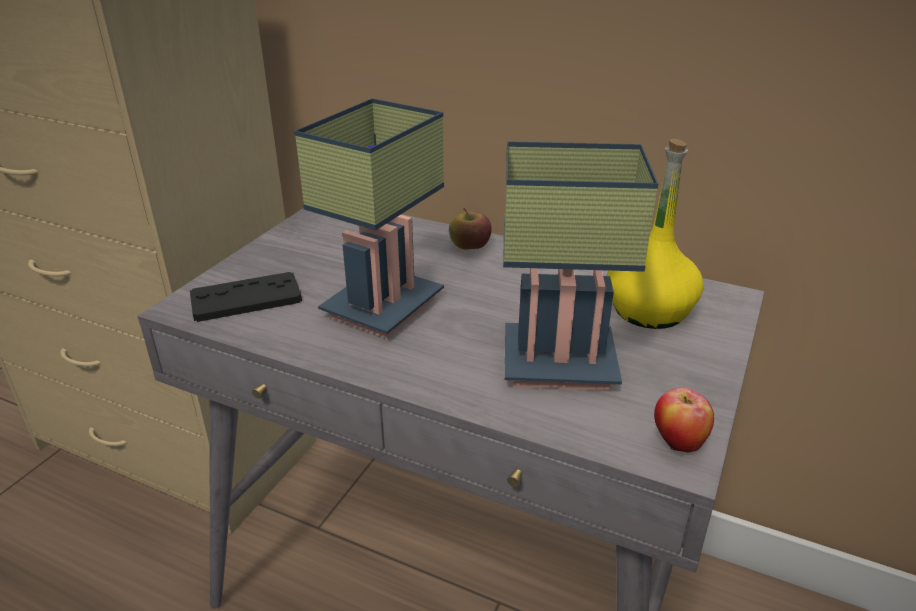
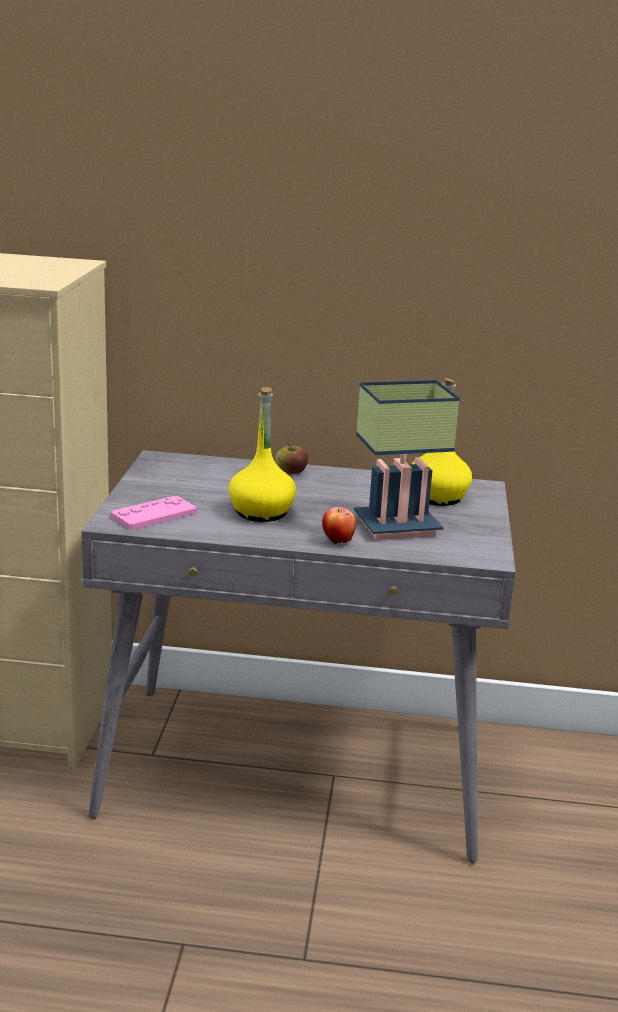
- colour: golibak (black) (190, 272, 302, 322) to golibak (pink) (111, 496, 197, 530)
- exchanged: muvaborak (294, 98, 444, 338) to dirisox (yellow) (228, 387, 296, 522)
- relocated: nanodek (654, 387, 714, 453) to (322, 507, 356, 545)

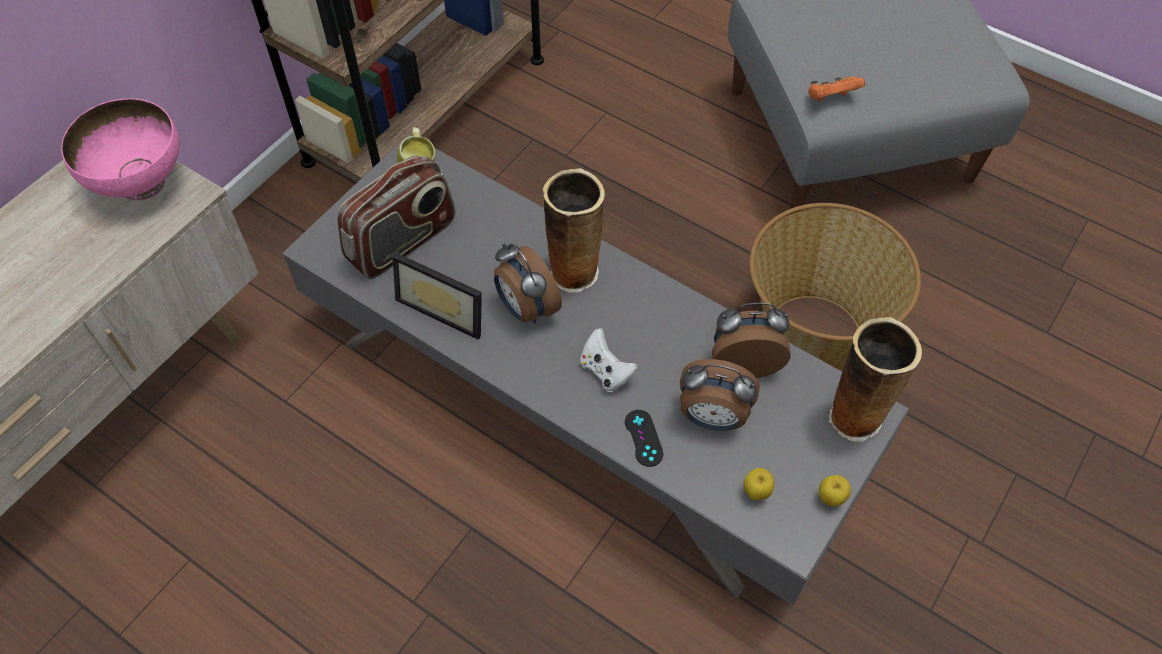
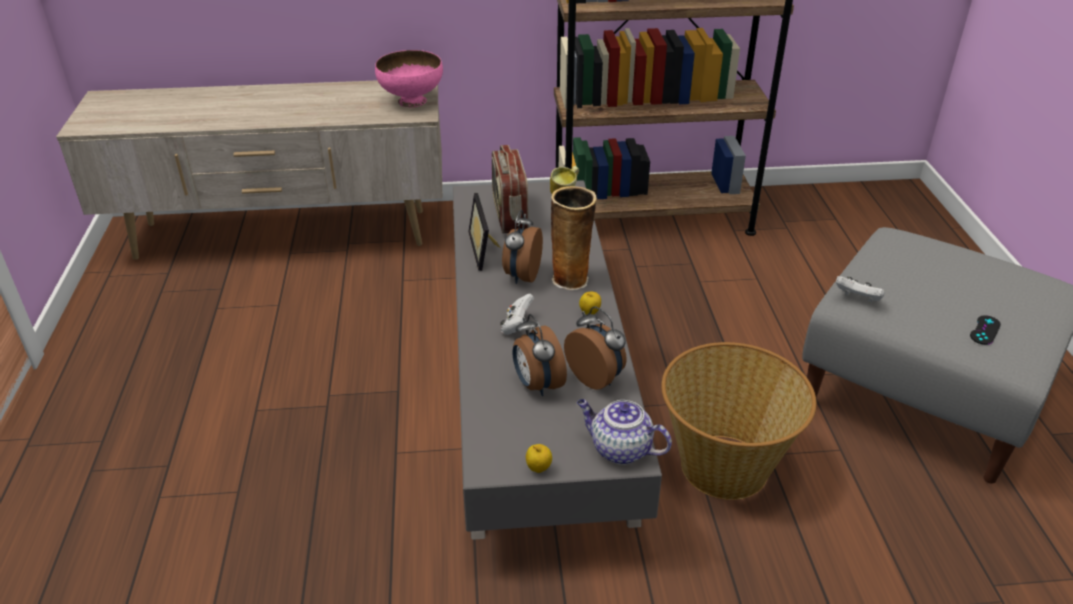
- spun: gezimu (337, 155, 455, 279) = (492, 145, 529, 234) 75 degrees clockwise
- relocated: golibak (black) (625, 410, 664, 467) to (970, 315, 1001, 345)
- relocated: nanodek (743, 468, 774, 500) to (579, 292, 601, 315)
- colour: golibak (orange) (808, 76, 865, 101) to golibak (white) (836, 276, 885, 303)
- exchanged: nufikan (828, 317, 922, 442) to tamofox (577, 399, 672, 465)

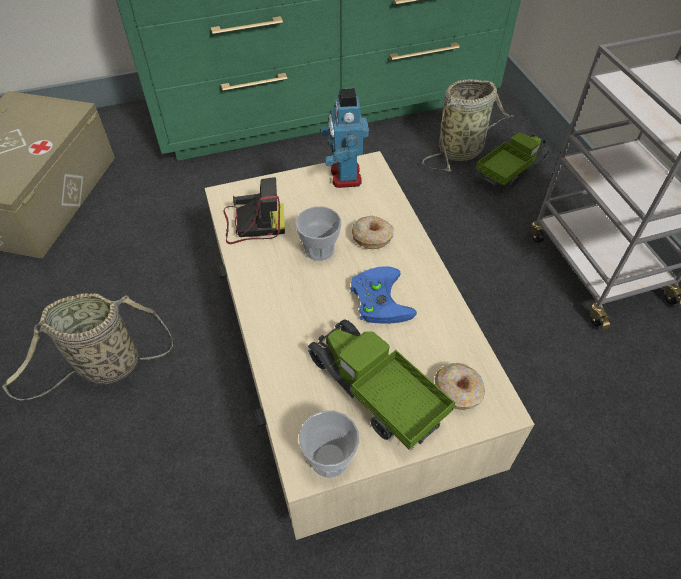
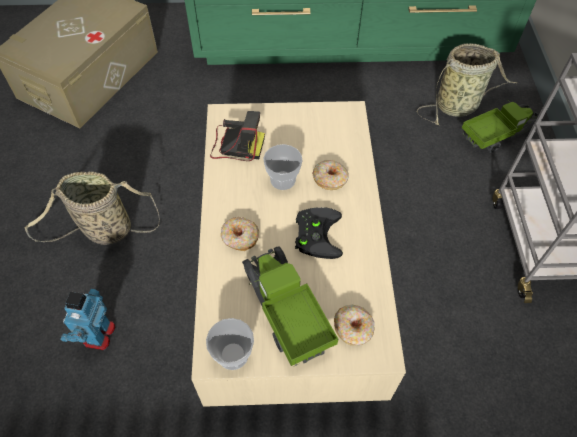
- relocated: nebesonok (321, 88, 369, 188) to (60, 289, 115, 350)
- colour: golibak (blue) (350, 266, 417, 324) to golibak (black) (295, 207, 343, 259)
- appeared: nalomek (221, 217, 259, 251)

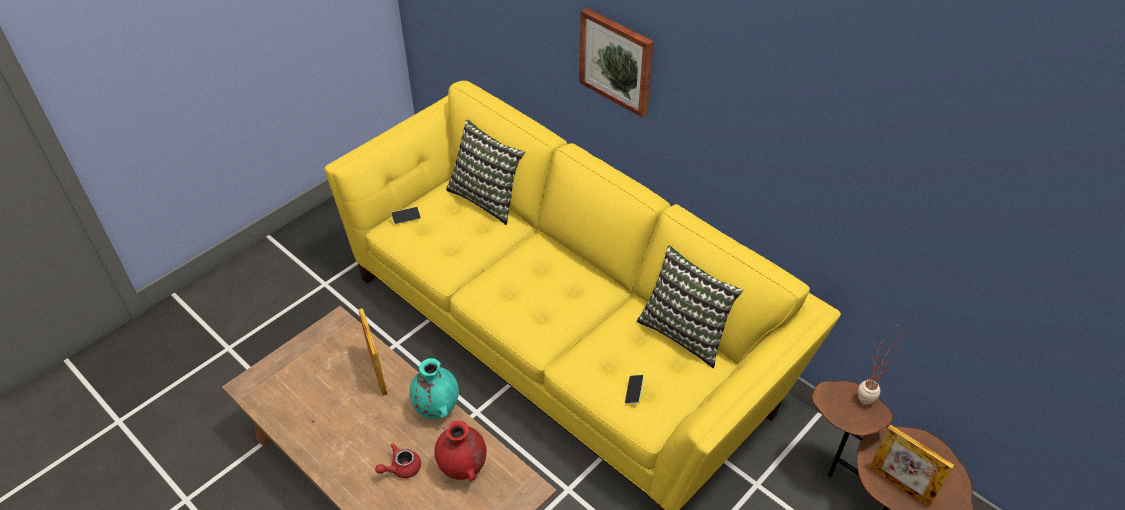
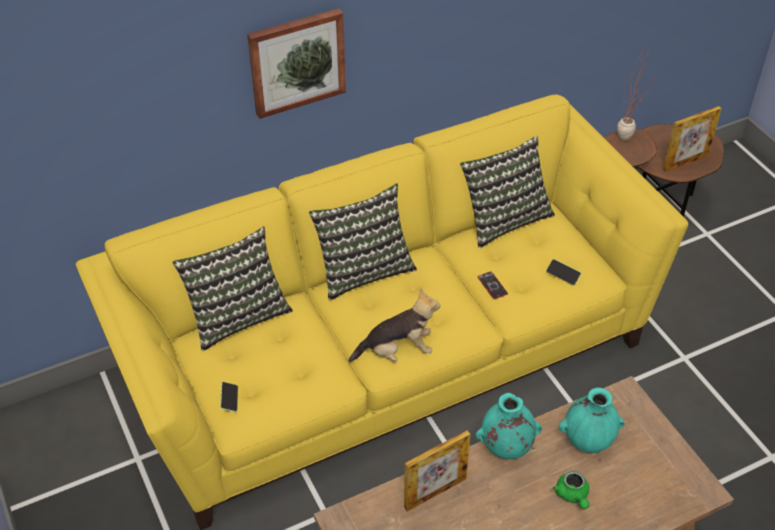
- spun: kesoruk (358, 308, 387, 396) = (404, 430, 471, 511) 150 degrees clockwise
- colour: tamofox (red) (375, 444, 421, 478) to tamofox (green) (553, 471, 589, 509)
- colour: nufikan (red) (434, 420, 487, 481) to nufikan (turquoise) (559, 388, 625, 453)
- appeared: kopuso (309, 183, 417, 300)
- appeared: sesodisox (348, 288, 441, 362)
- appeared: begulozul (478, 271, 508, 299)

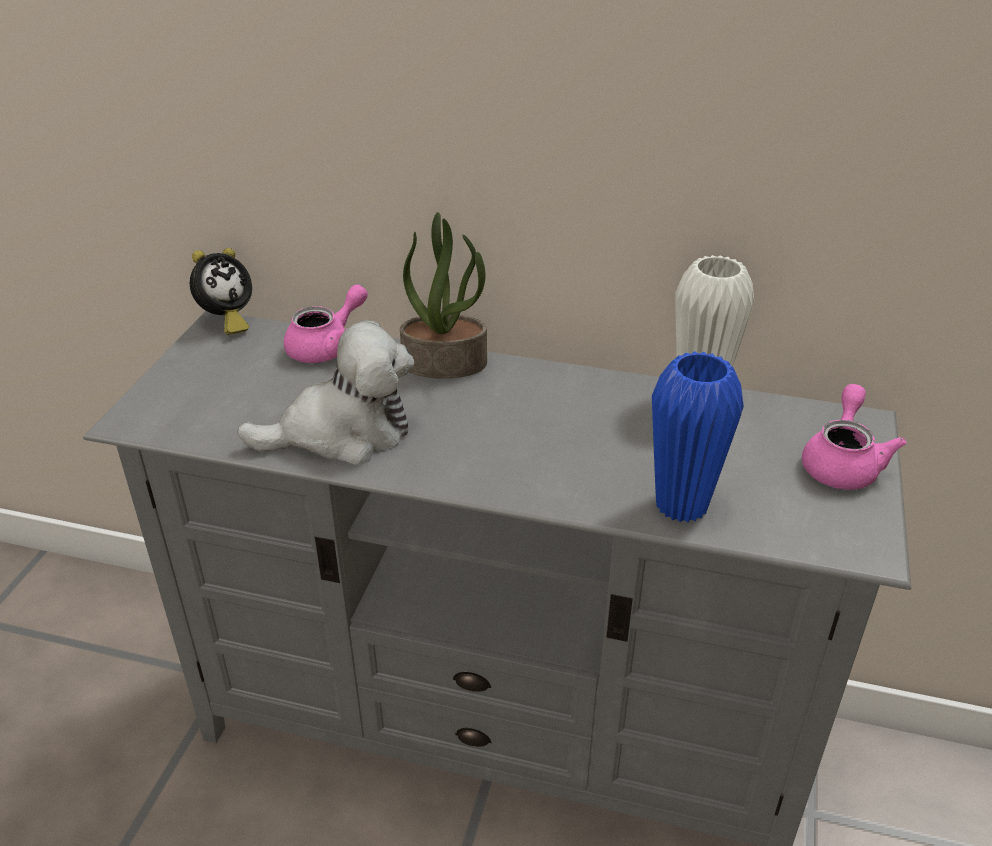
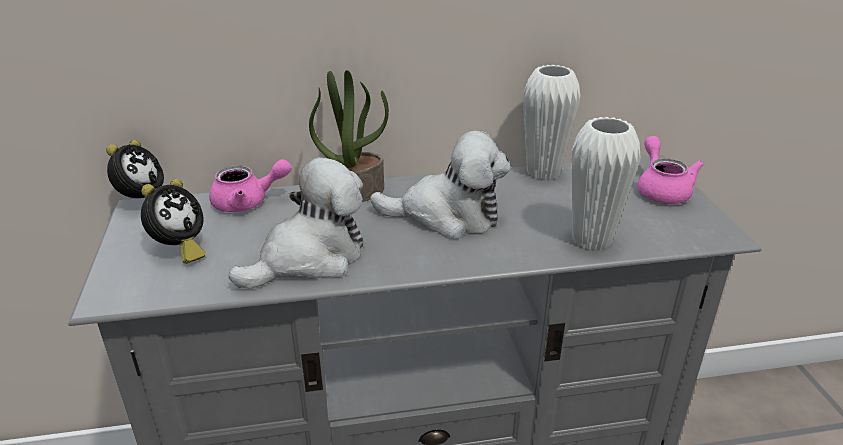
- spun: tamofox (pink) (284, 284, 368, 363) = (209, 159, 292, 212) 60 degrees clockwise
- colour: nufikan (blue) (652, 351, 744, 522) to nufikan (white) (571, 117, 641, 251)
- appeared: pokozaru (141, 179, 206, 264)
- appeared: sesodisox (370, 130, 511, 239)

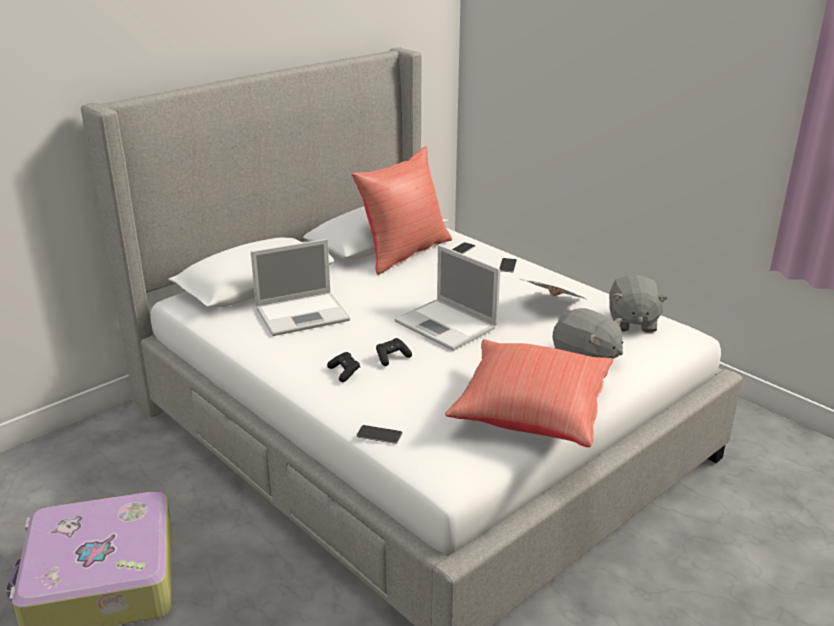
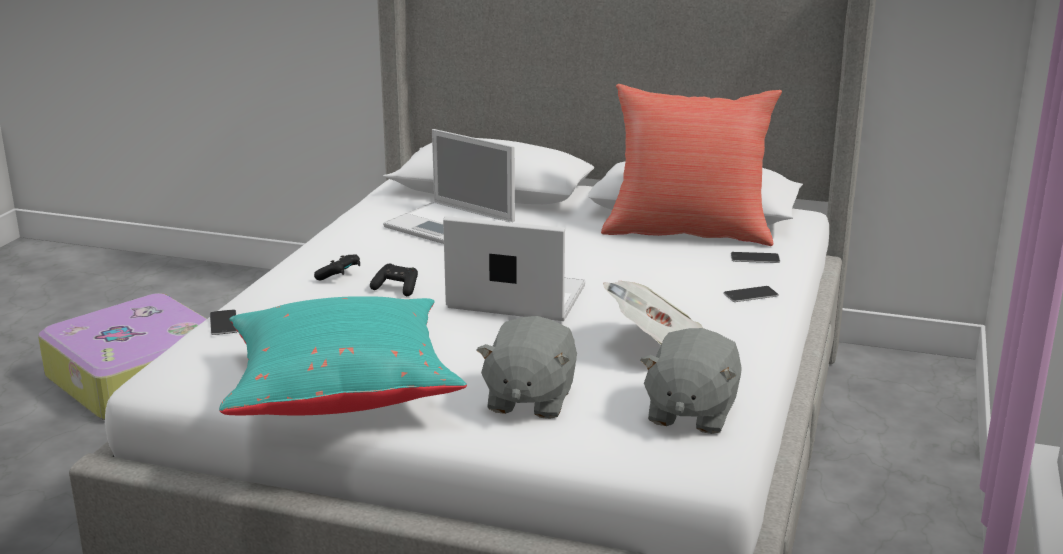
- spun: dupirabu (394, 245, 500, 351) = (443, 216, 585, 321) 90 degrees clockwise
- colour: kopuso (red) (445, 339, 613, 447) to kopuso (turquoise) (219, 296, 467, 415)
- spun: sesodisox (grey) (609, 275, 668, 333) = (640, 328, 742, 434) 45 degrees counterclockwise

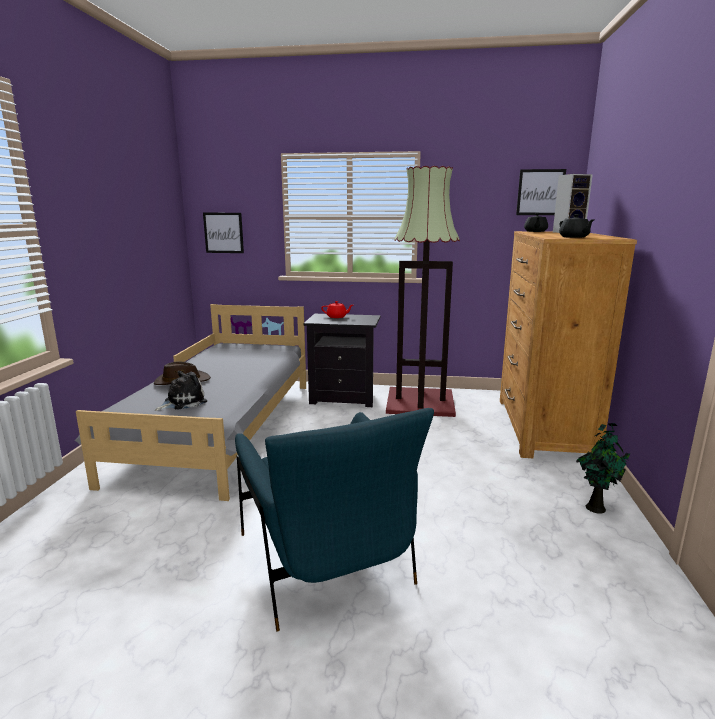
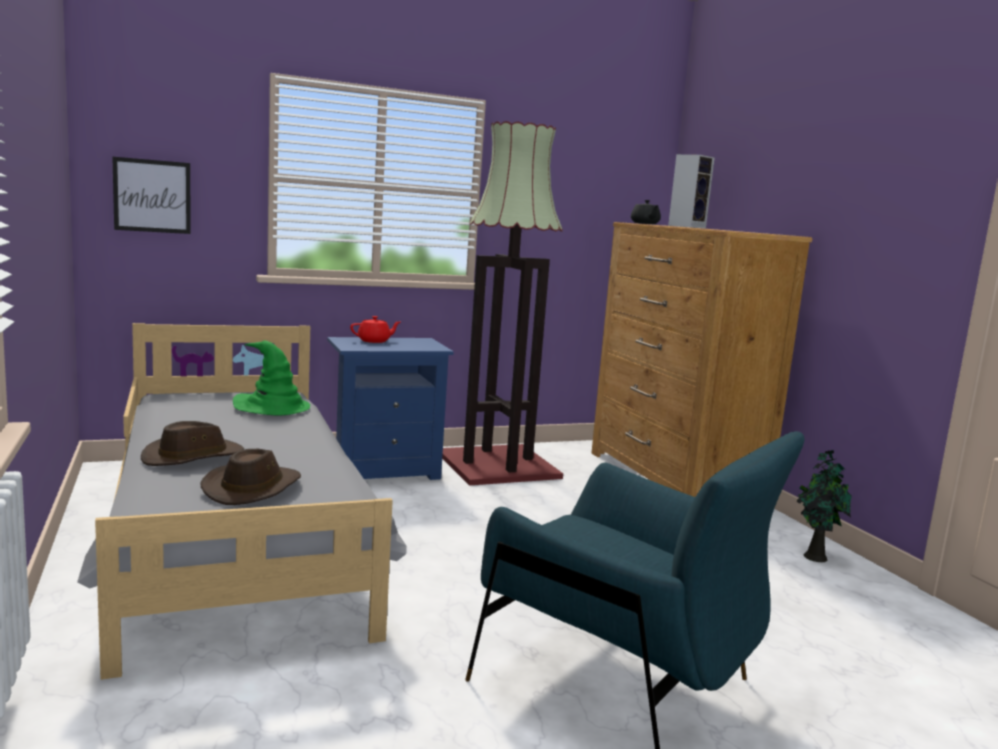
- exchanged: sesodisox (155, 371, 207, 411) to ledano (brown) (200, 449, 301, 505)
- colour: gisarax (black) (304, 314, 380, 407) to gisarax (blue) (327, 337, 454, 480)
- missing: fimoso (516, 169, 566, 215)
- missing: tamofox (black) (559, 214, 594, 238)
- appeared: ledano (green) (233, 340, 310, 415)

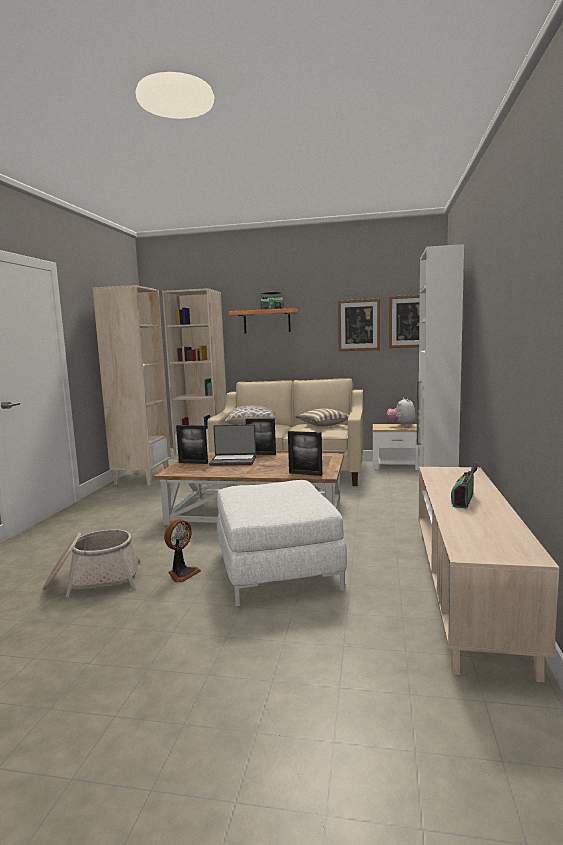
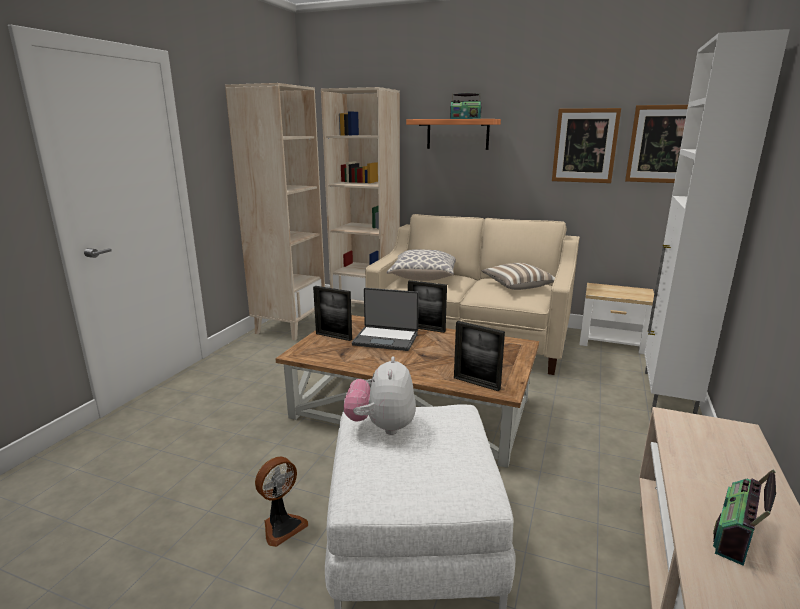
- missing: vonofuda (42, 529, 140, 597)
- relocated: sesodisox (386, 398, 415, 427) to (344, 356, 416, 435)

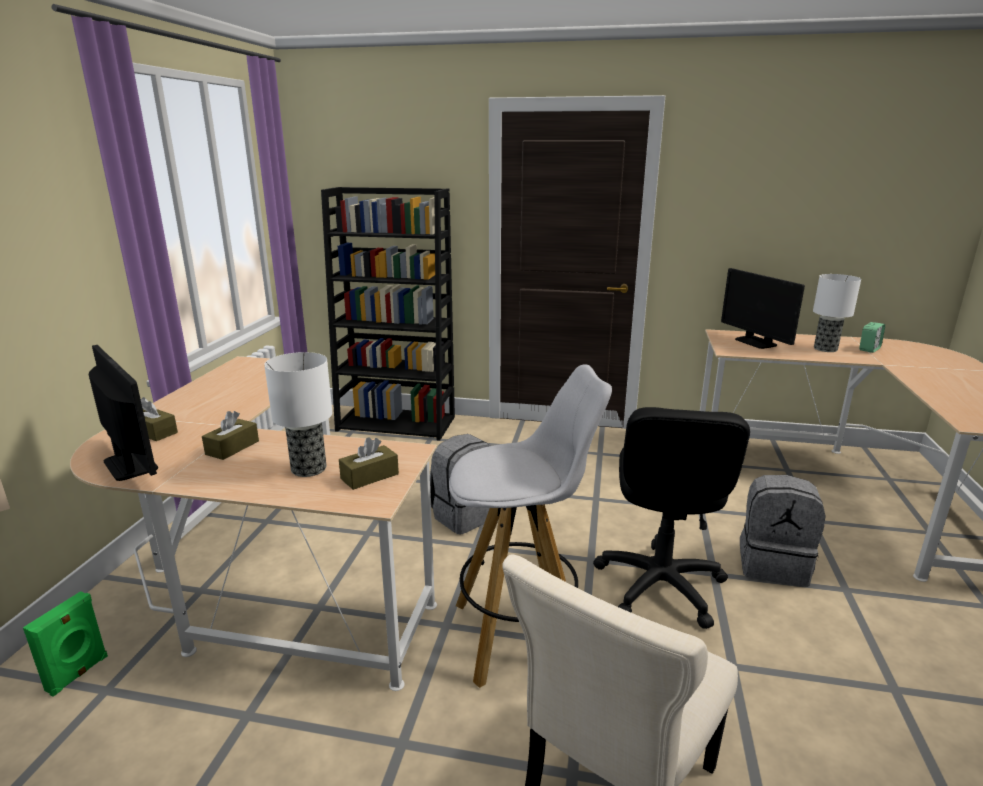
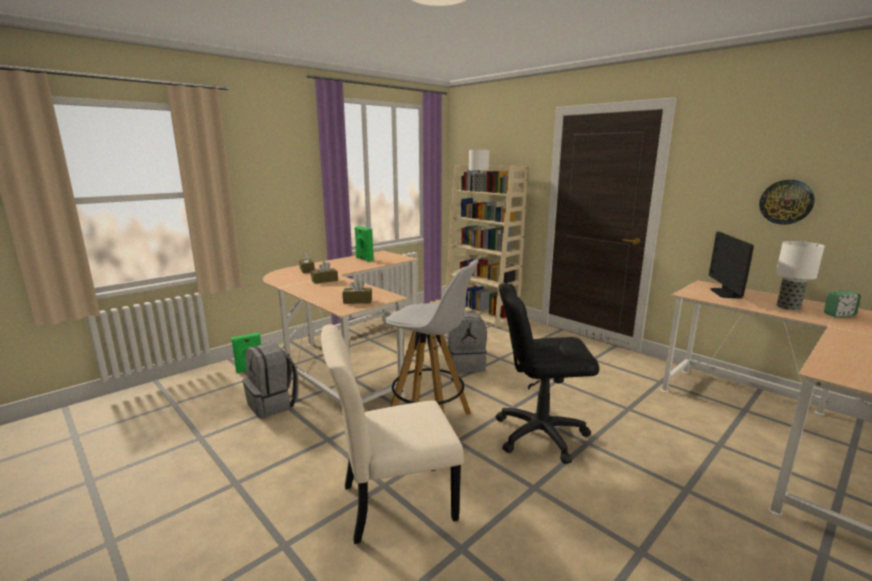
- missing: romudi (89, 345, 158, 481)
- relocated: muvaborak (264, 352, 332, 477) to (469, 150, 489, 192)
- colour: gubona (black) (321, 187, 455, 441) to gubona (beige) (445, 165, 528, 327)
- spun: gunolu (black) (593, 407, 750, 629) = (496, 283, 599, 464) 45 degrees clockwise
- relocated: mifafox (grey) (740, 475, 826, 587) to (243, 342, 299, 419)
- appeared: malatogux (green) (354, 226, 374, 262)
- appeared: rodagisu (759, 180, 815, 225)

